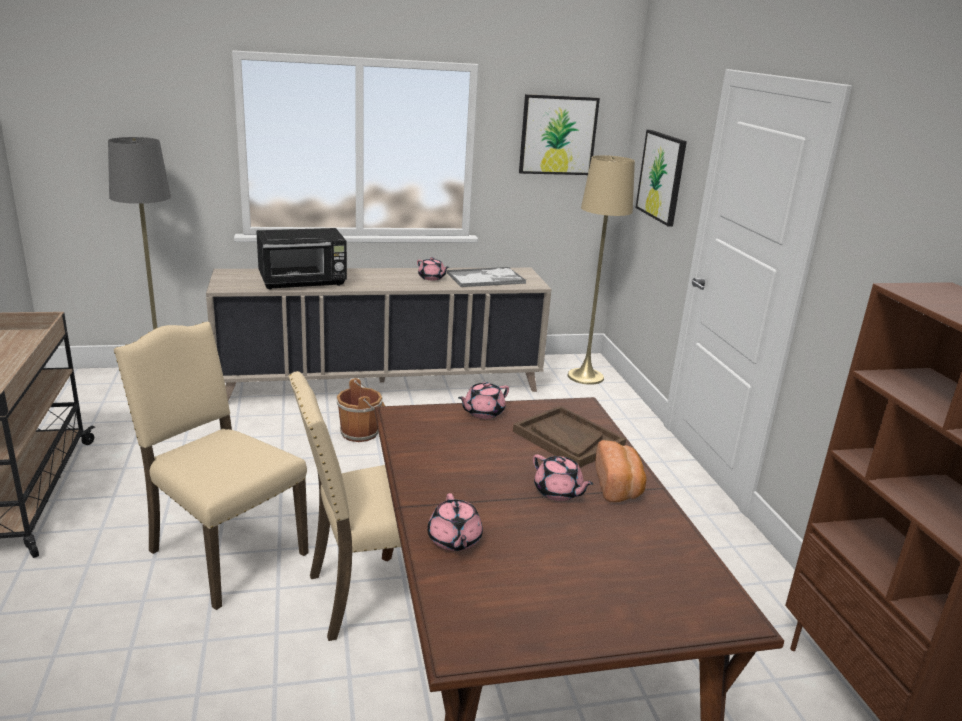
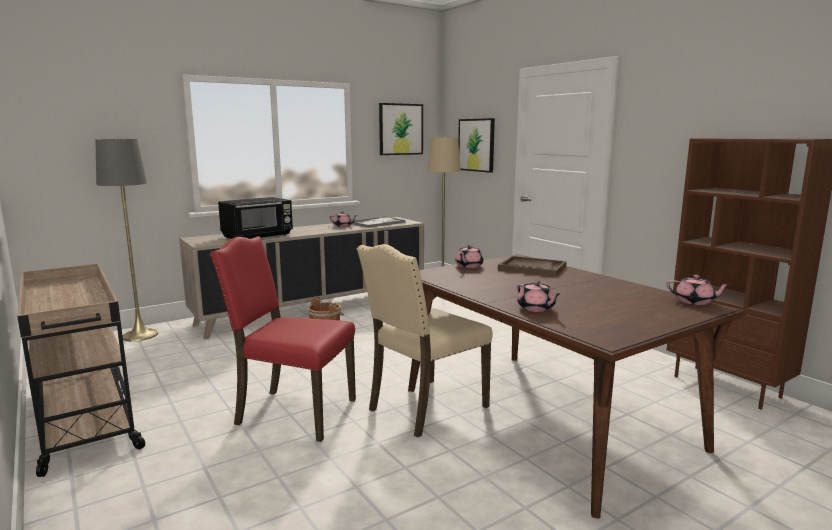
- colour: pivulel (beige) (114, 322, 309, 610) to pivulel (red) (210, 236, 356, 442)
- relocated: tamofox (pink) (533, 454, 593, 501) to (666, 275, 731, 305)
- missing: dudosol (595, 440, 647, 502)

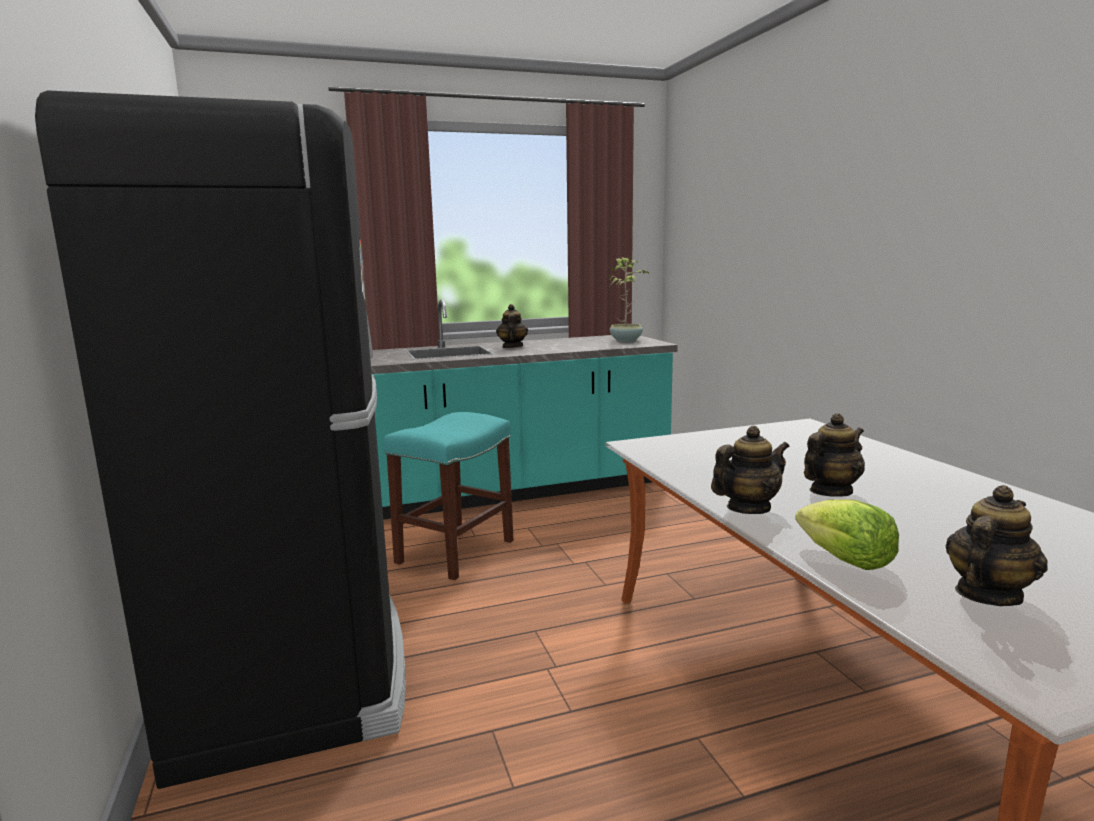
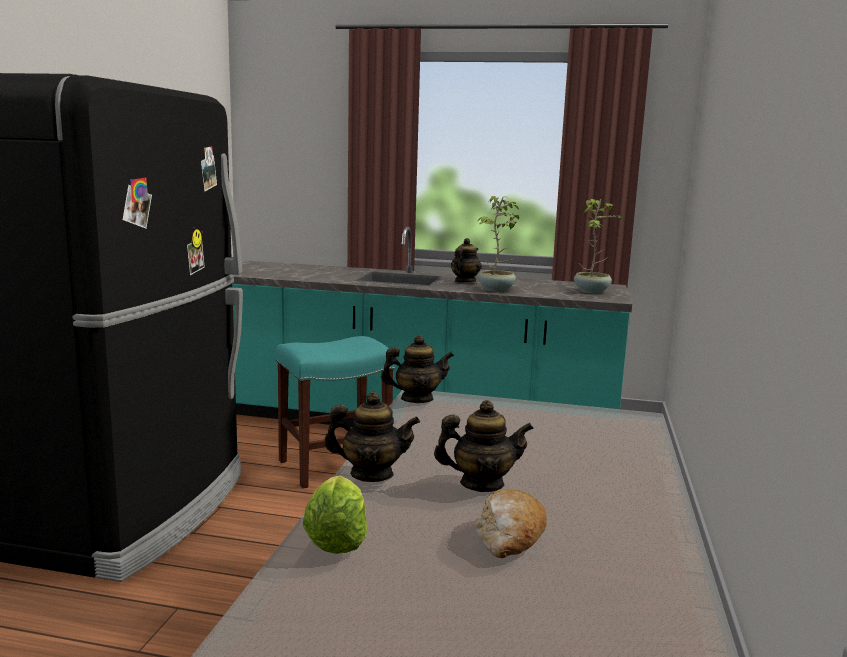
- relocated: tamofox (946, 485, 1048, 606) to (381, 335, 454, 403)
- appeared: dudosol (476, 489, 547, 558)
- appeared: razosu (478, 196, 521, 292)

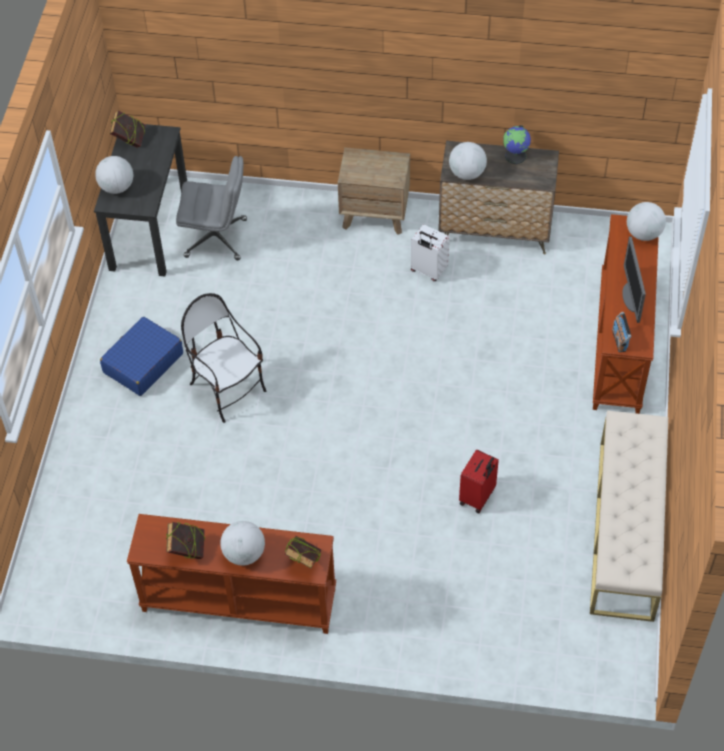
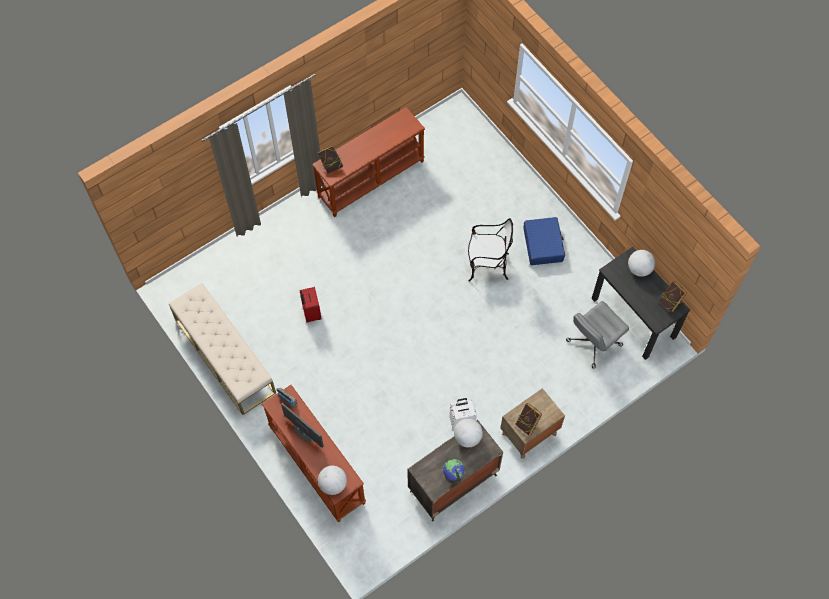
- relocated: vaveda (166, 522, 205, 559) to (515, 403, 542, 435)
- missing: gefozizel (220, 521, 265, 566)

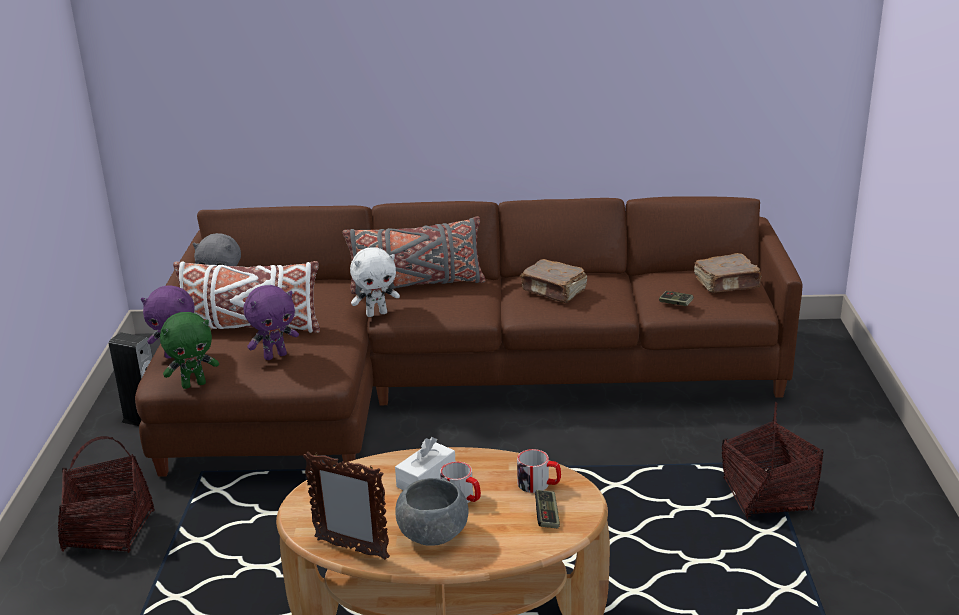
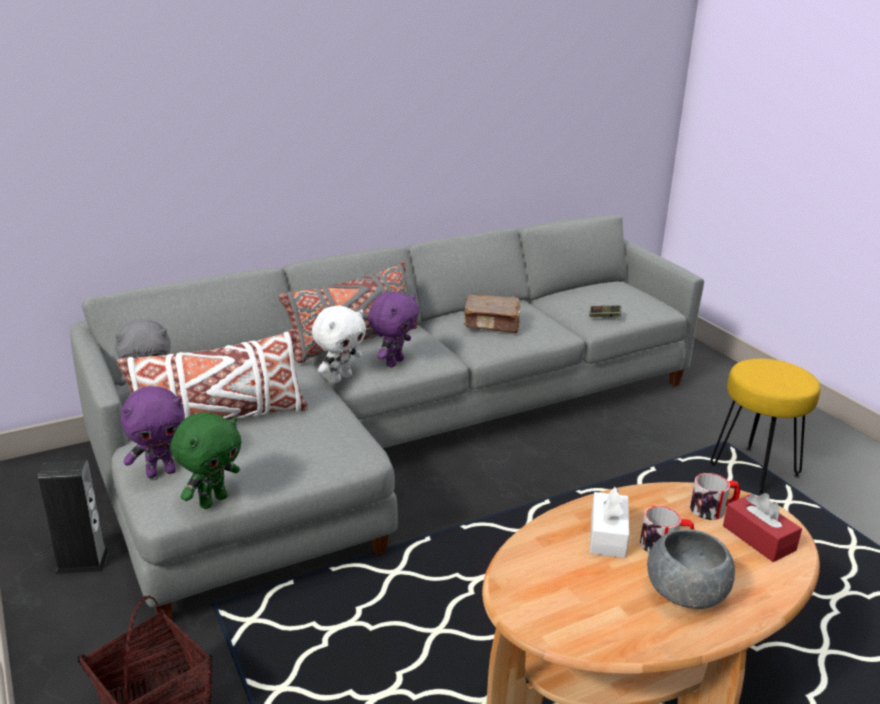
- colour: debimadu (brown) (135, 196, 803, 477) to debimadu (grey) (70, 215, 704, 621)
- relocated: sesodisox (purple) (244, 285, 299, 360) to (368, 291, 420, 367)
- missing: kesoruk (303, 452, 390, 560)
- exchanged: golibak (535, 490, 560, 529) to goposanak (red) (723, 493, 802, 562)
- missing: vaveda (brown) (694, 253, 762, 293)
- exchanged: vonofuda (722, 401, 824, 519) to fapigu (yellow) (710, 359, 820, 494)

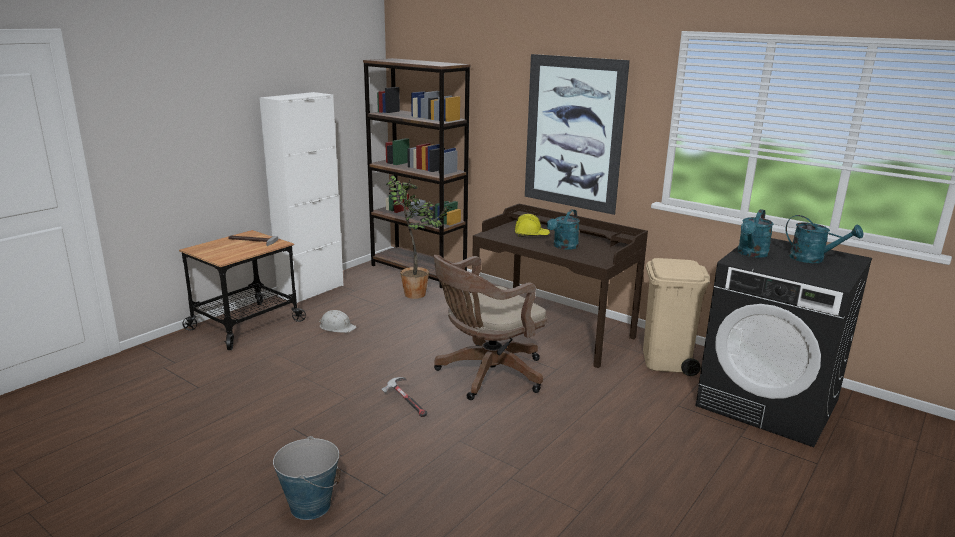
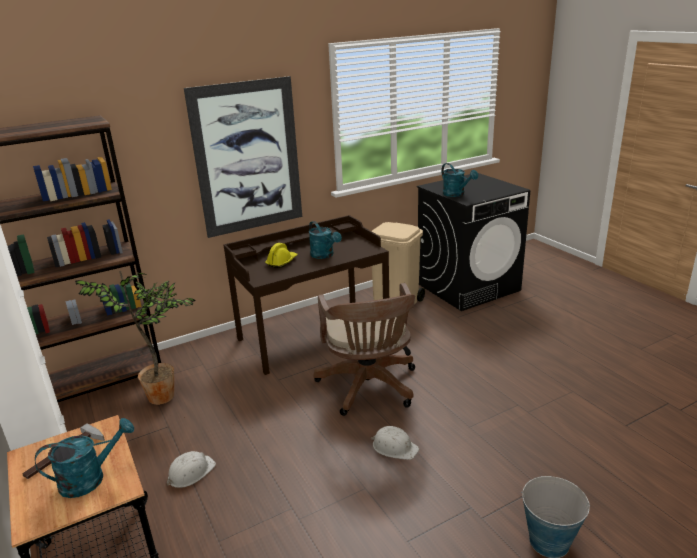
- exchanged: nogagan (381, 377, 427, 417) to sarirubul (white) (371, 426, 419, 460)
- relocated: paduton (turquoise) (785, 215, 863, 263) to (35, 418, 134, 498)

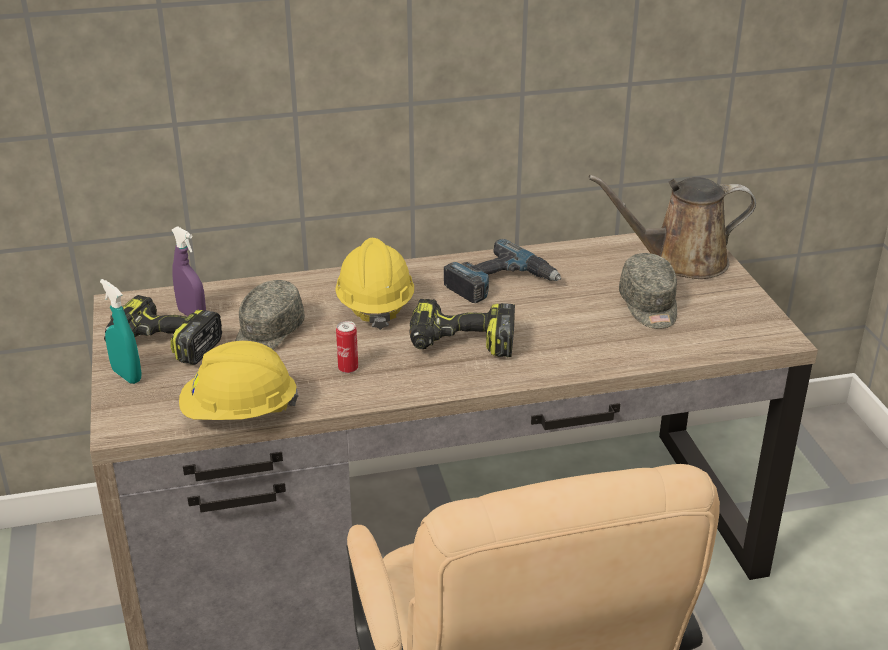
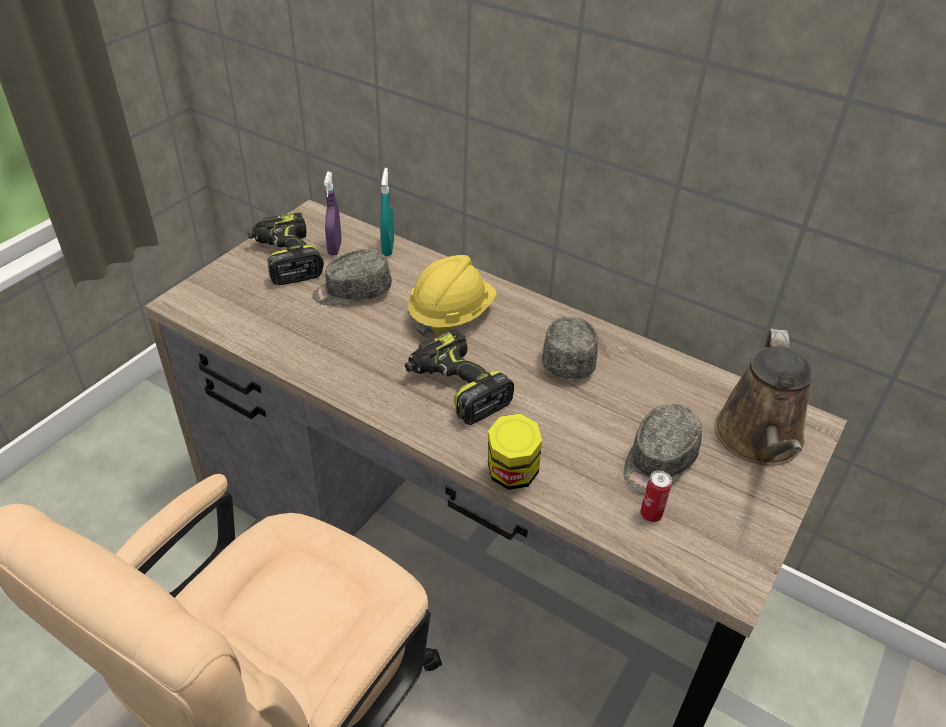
- relocated: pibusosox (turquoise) (100, 279, 141, 384) to (380, 168, 394, 256)
- missing: sarirubul (yellow) (179, 341, 299, 420)
- relocated: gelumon (336, 321, 358, 373) to (640, 470, 672, 522)
- exchanged: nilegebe (444, 239, 561, 303) to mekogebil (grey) (542, 317, 598, 380)
- spun: paduton (brown) (588, 175, 756, 279) = (714, 329, 813, 466) 120 degrees counterclockwise
- appeared: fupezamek (488, 413, 542, 490)

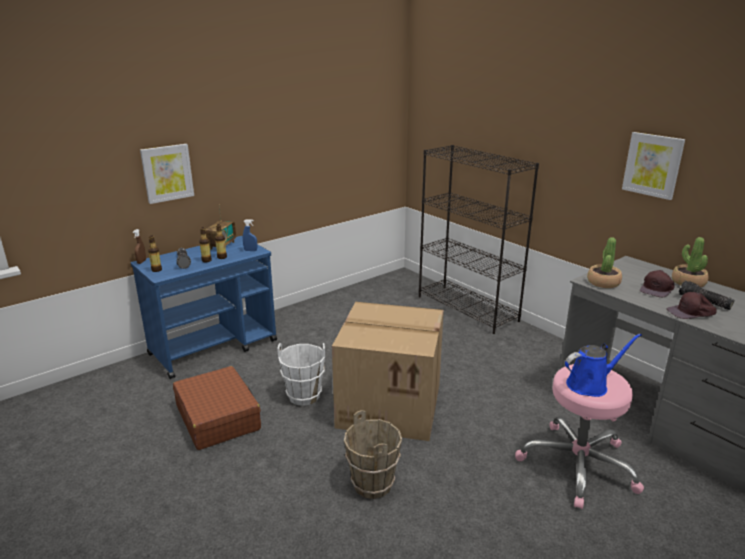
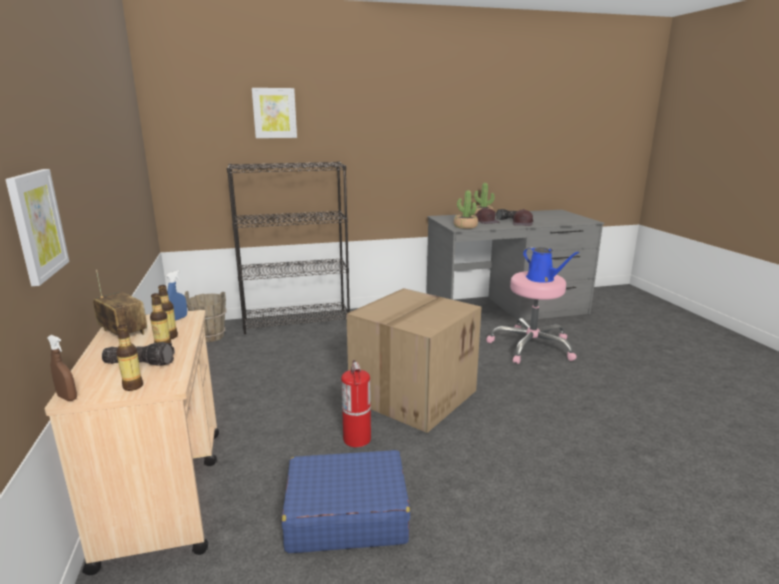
- colour: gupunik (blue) (131, 236, 277, 379) to gupunik (beige) (45, 310, 219, 575)
- colour: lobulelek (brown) (173, 366, 261, 450) to lobulelek (blue) (282, 450, 410, 553)
- exchanged: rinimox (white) (277, 343, 325, 406) to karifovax (341, 360, 371, 447)
- relocated: rinimox (brown) (344, 410, 402, 499) to (185, 291, 227, 342)
- spun: paduton (blue) (565, 334, 642, 397) = (523, 247, 580, 283) 135 degrees clockwise
- relocated: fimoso (622, 132, 685, 200) to (252, 88, 297, 138)

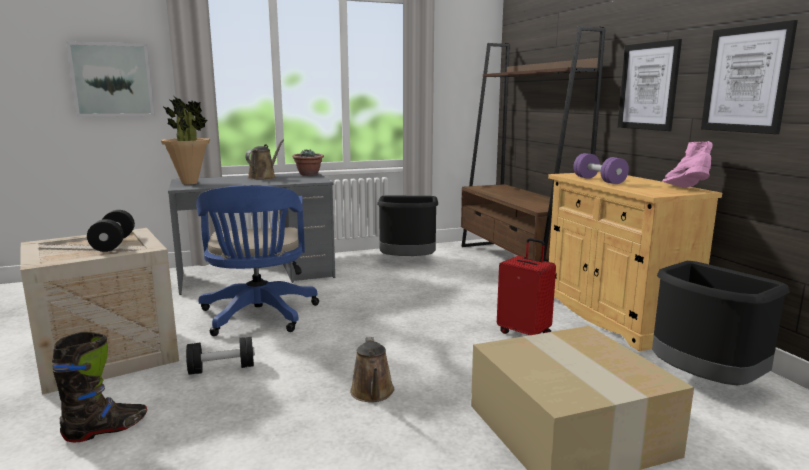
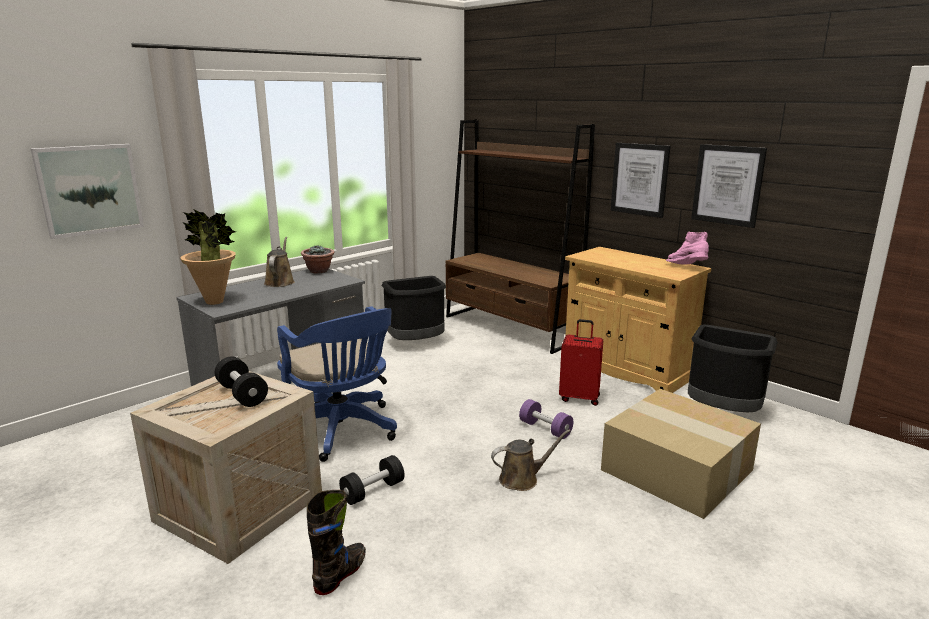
- spun: paduton (brown) (350, 337, 394, 402) = (491, 429, 571, 491) 75 degrees counterclockwise
- relocated: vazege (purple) (573, 153, 629, 184) to (519, 399, 573, 439)

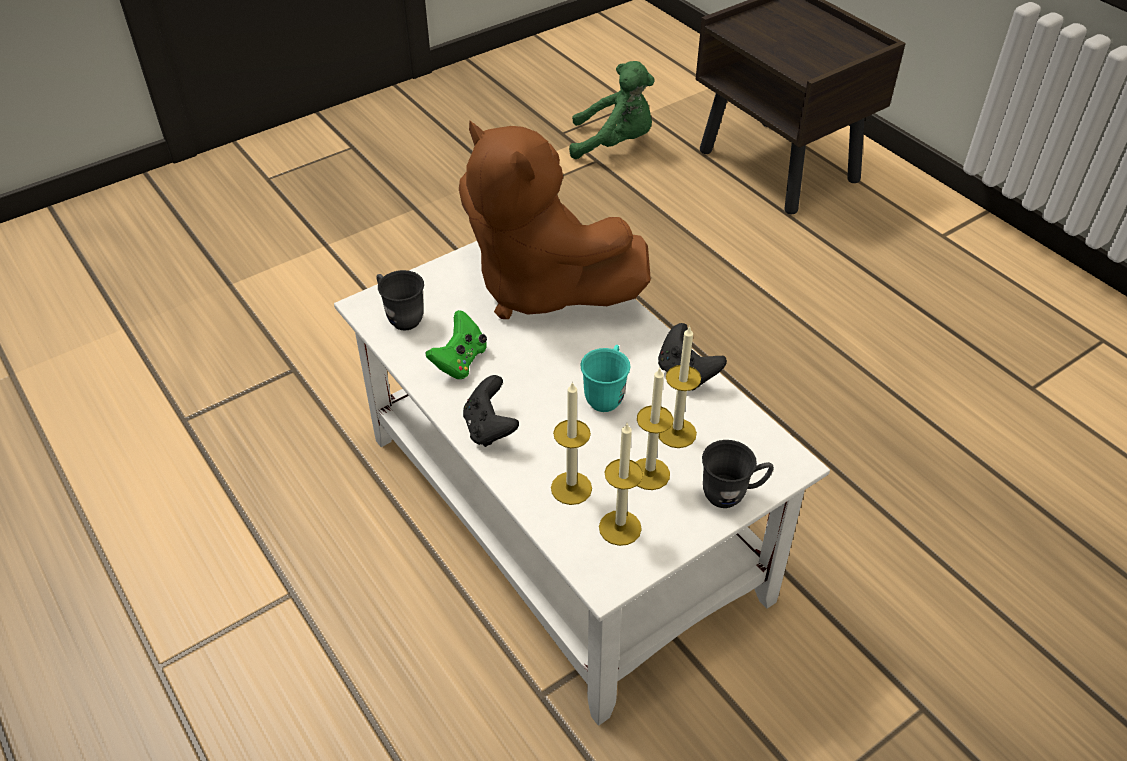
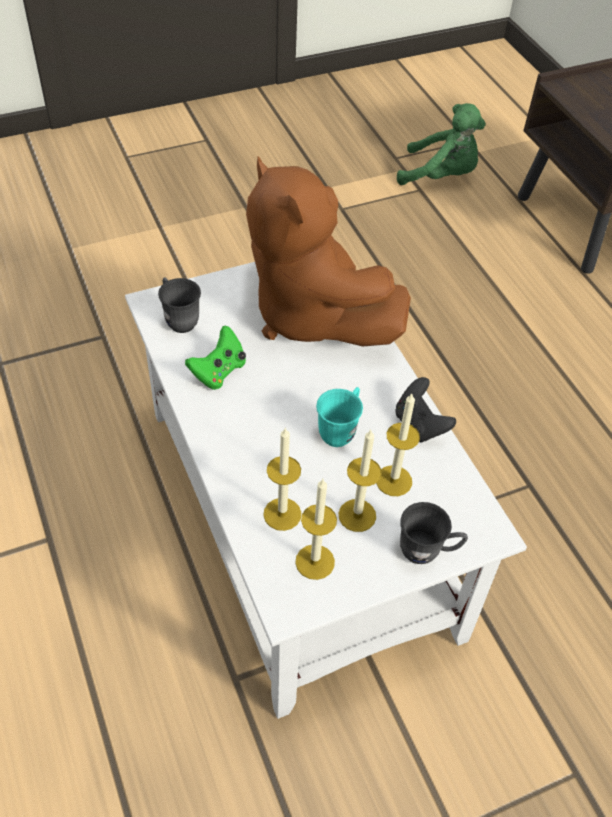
- missing: golibak (black) (463, 375, 519, 447)

